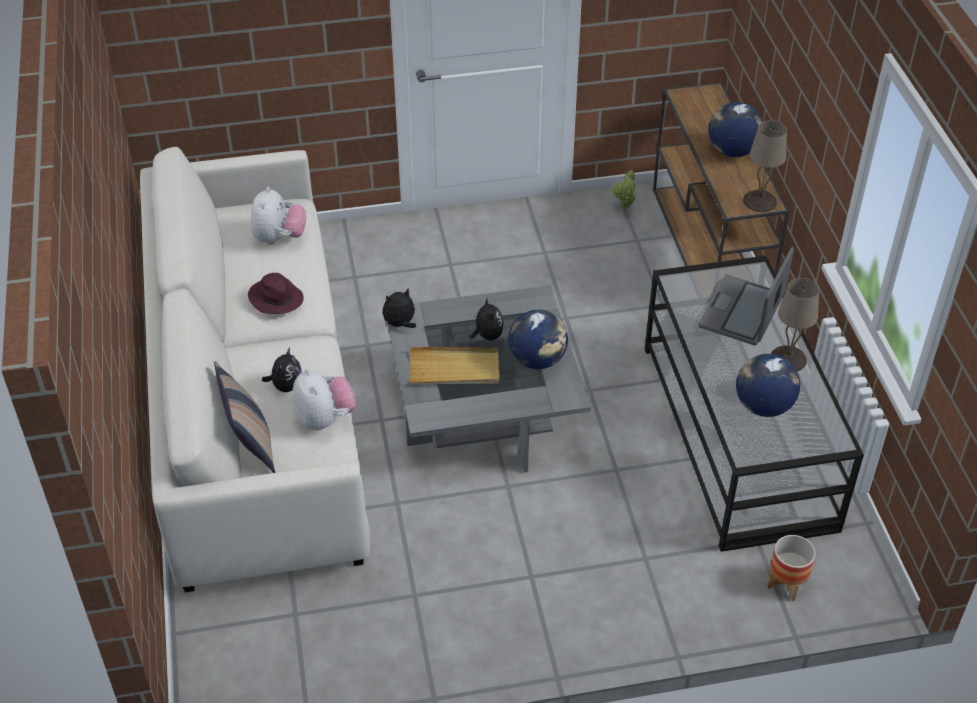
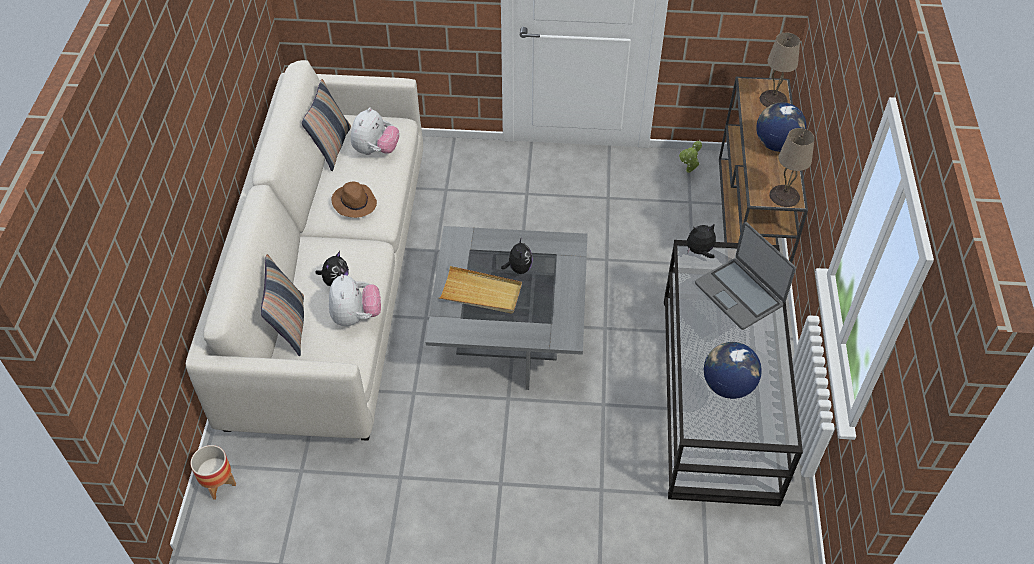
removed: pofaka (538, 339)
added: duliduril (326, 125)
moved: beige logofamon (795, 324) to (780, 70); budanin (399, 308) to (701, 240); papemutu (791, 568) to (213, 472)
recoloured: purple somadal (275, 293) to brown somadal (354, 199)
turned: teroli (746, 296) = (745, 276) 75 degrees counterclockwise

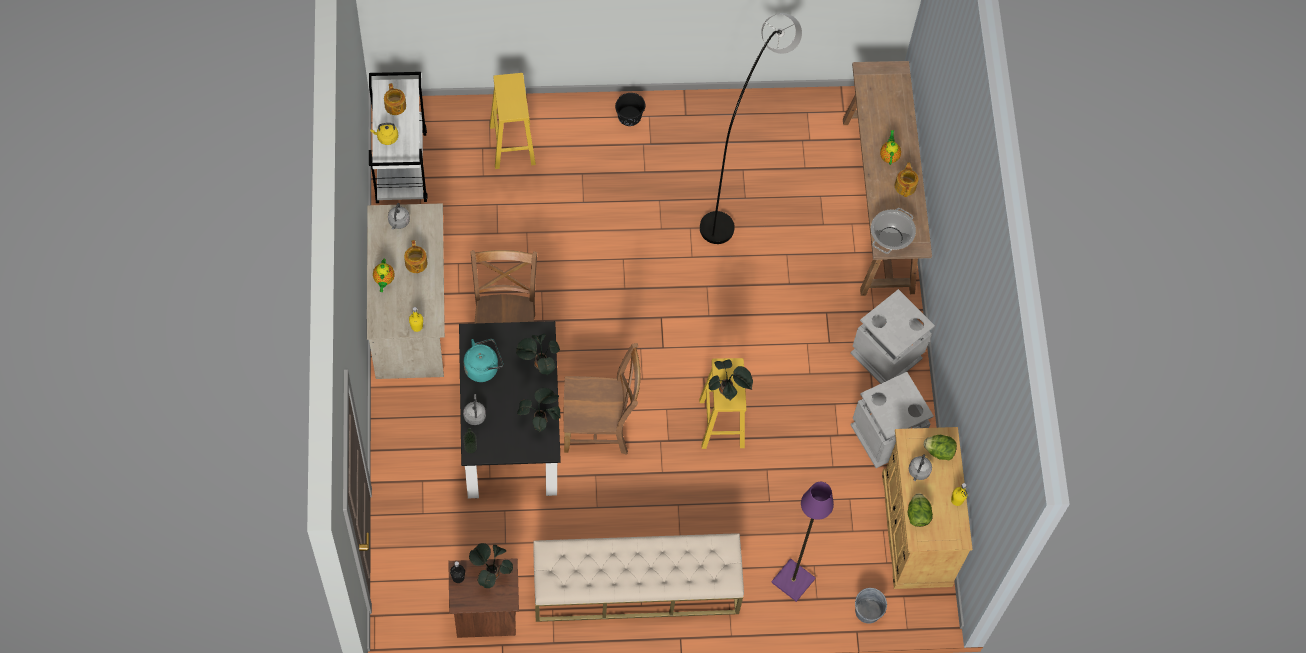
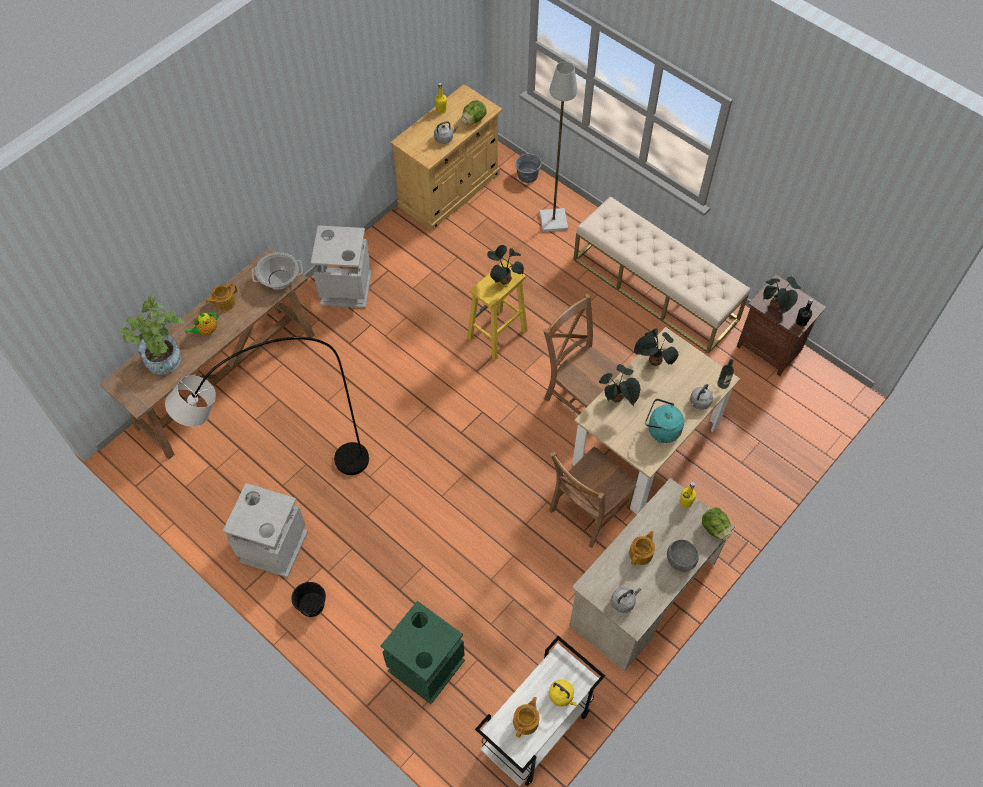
added: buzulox (152, 335)
moved: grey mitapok (892, 420) to (265, 530); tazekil (940, 447) to (716, 524)
replaced: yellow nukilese (513, 121) to green mitapok (423, 652); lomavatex (384, 275) to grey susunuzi (683, 556)
recoloured: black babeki (510, 410) to beige babeki (656, 420); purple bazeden (802, 542) to grey bazeden (558, 146)

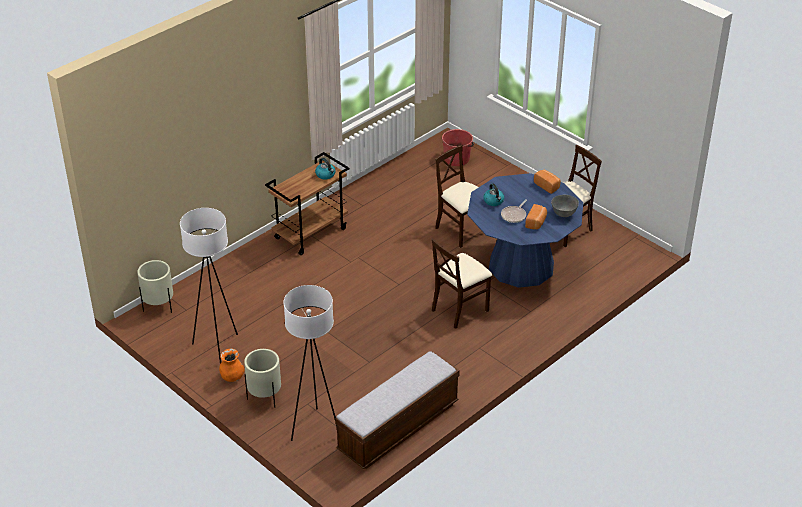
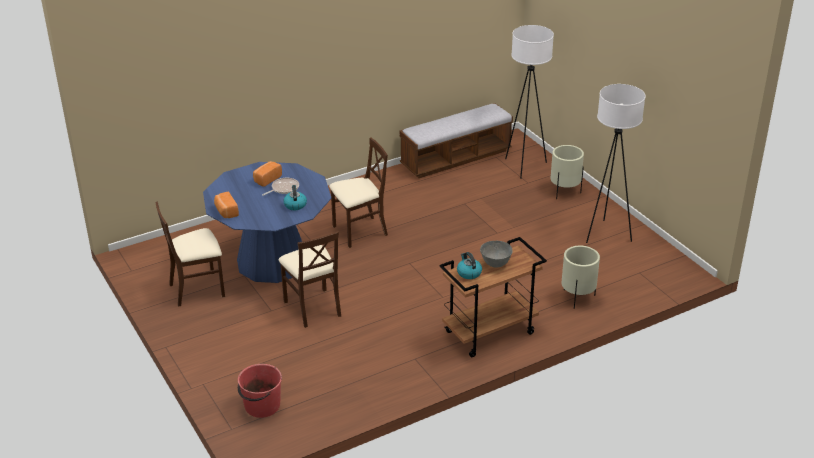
removed: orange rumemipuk (232, 365)
moved: grey susunuzi (565, 206) to (496, 254); beige papemutu (155, 286) to (581, 277)

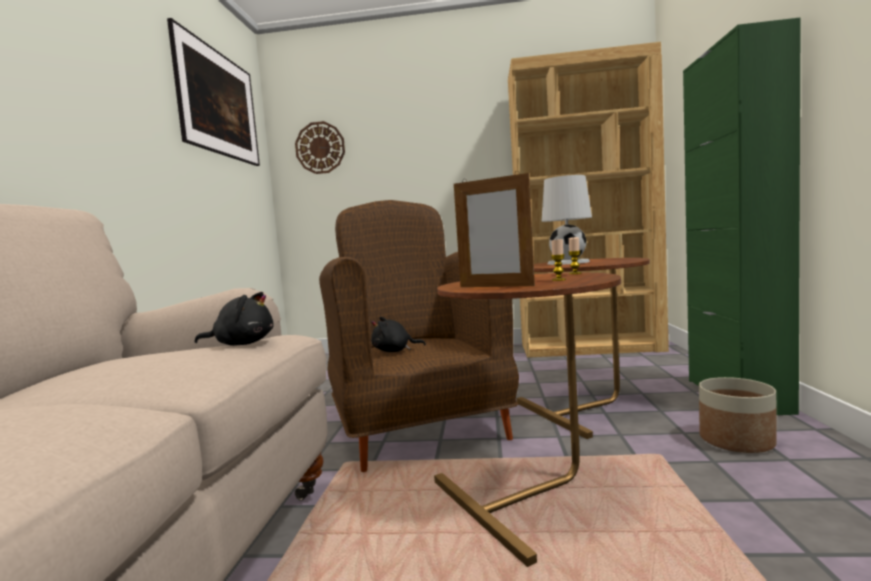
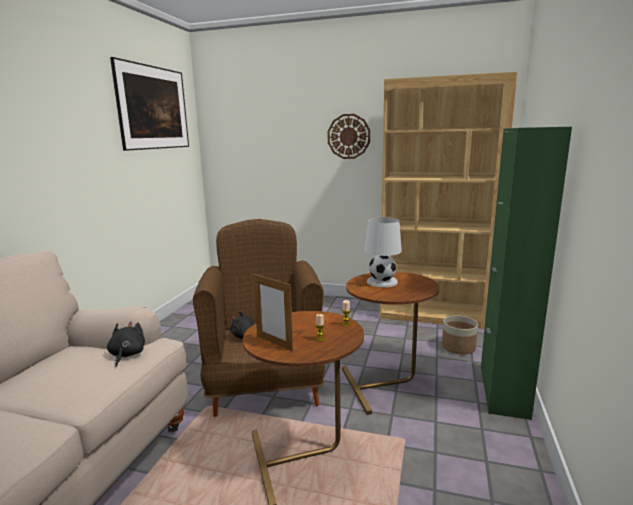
moved: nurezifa (320, 147) to (349, 136); papemutu (737, 415) to (460, 335)
turned: black budanin (234, 319) = (126, 344) 105 degrees counterclockwise

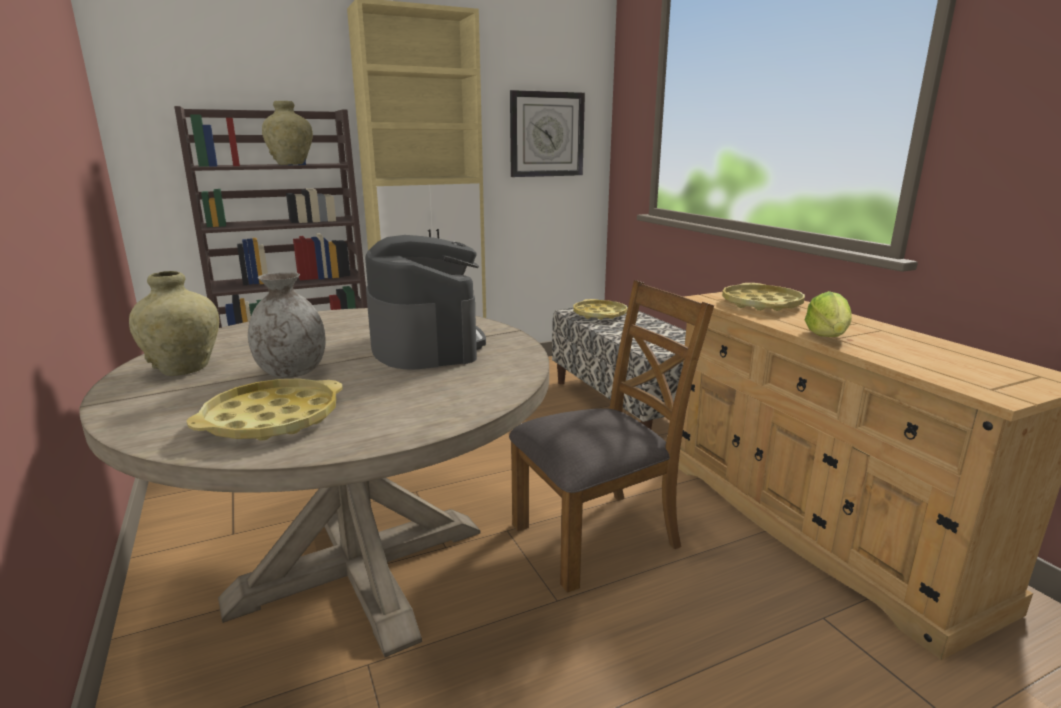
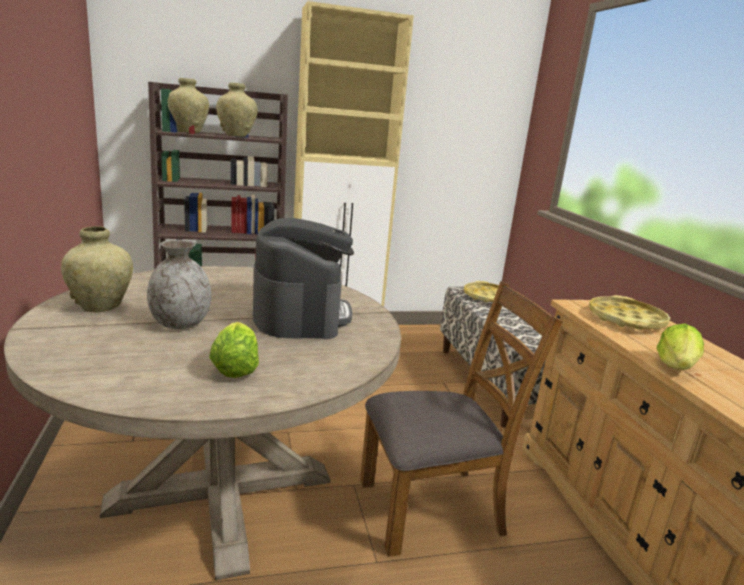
removed: nurezifa (547, 133); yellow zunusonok (265, 410)
added: beige rumemipuk (188, 105); tazekil (234, 350)

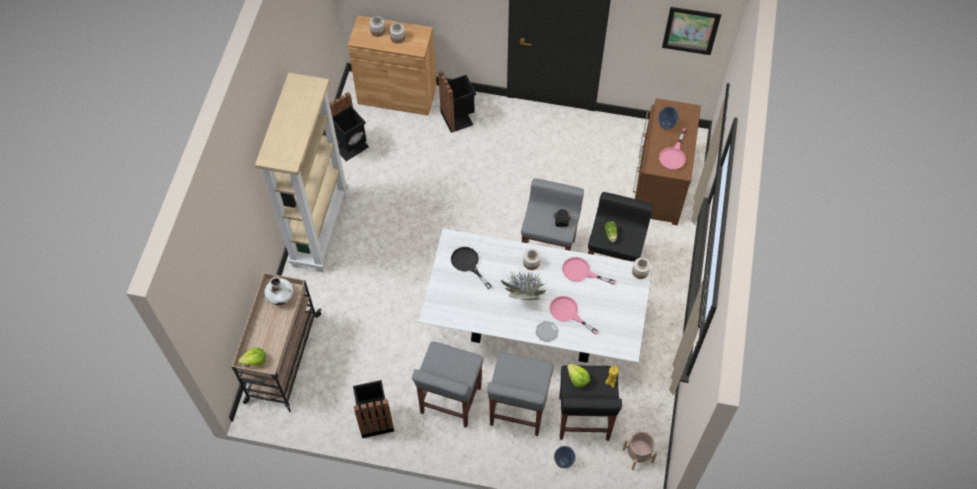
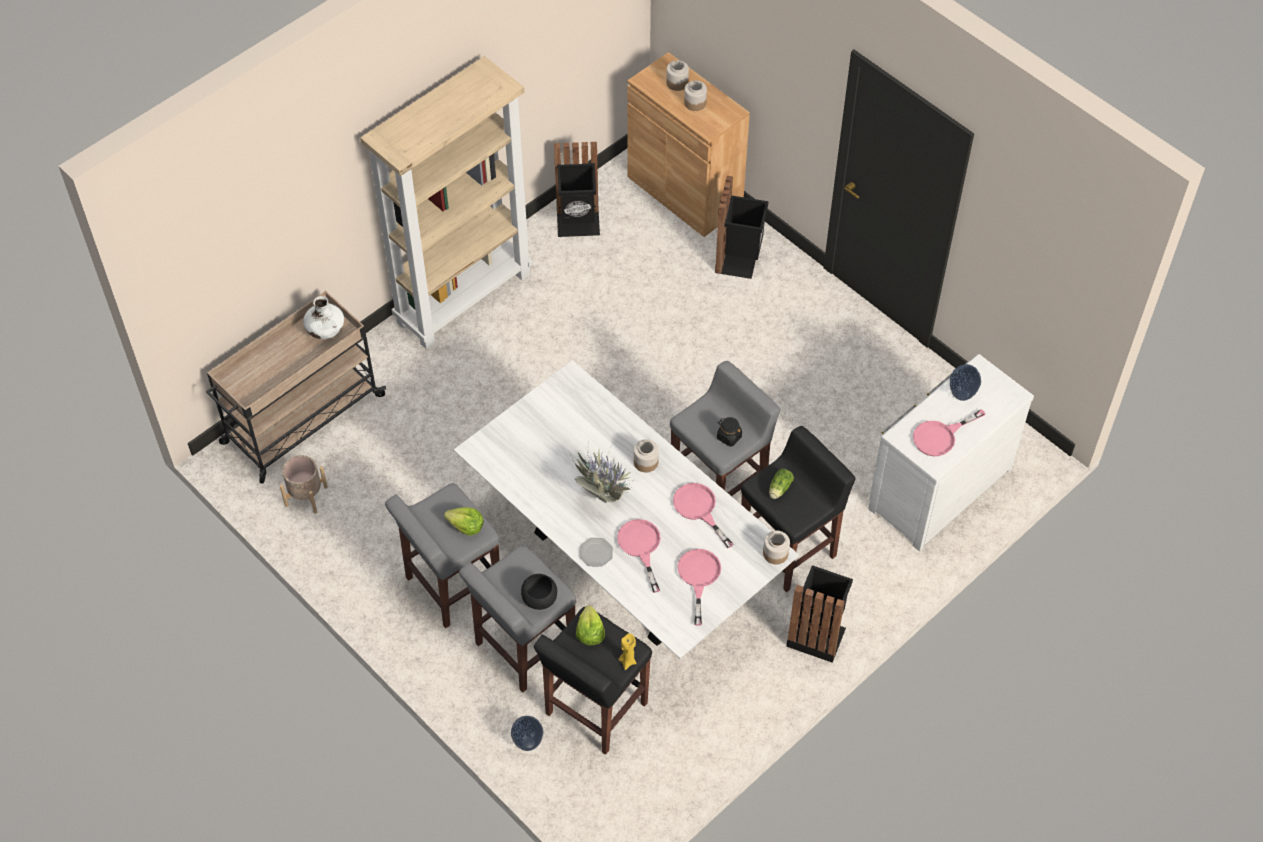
removed: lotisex (691, 31); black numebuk (471, 268)
added: pink numebuk (699, 587); black susunuzi (539, 592)
moved: tazekil (252, 357) to (464, 521); black mitapok (373, 409) to (819, 614); beige papemutu (640, 451) to (304, 484)
recoloured: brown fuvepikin (667, 161) to white fuvepikin (951, 452)

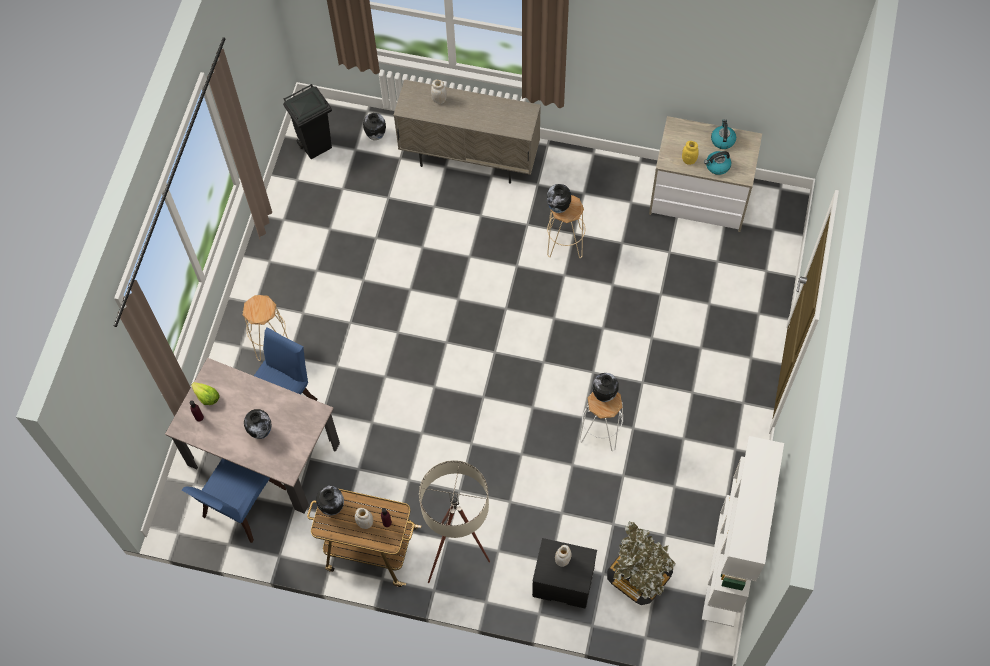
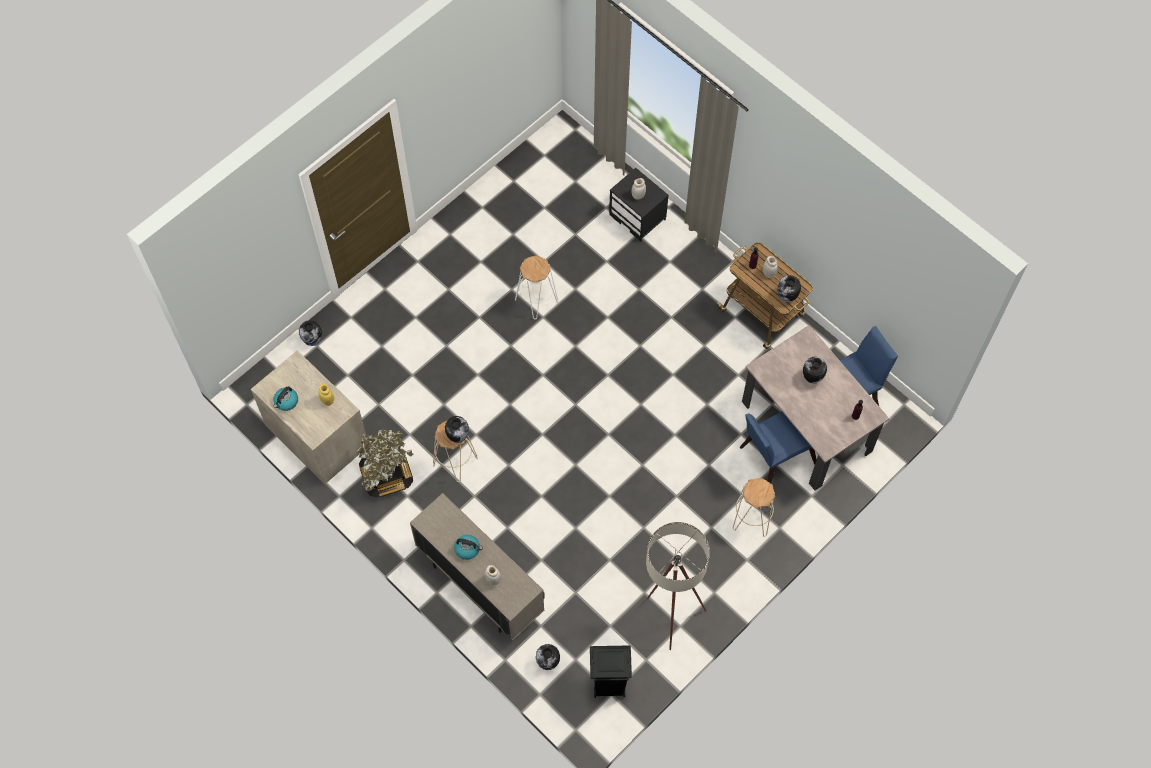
removed: tazekil (205, 393); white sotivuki (743, 531)
moved: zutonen (717, 163) to (468, 547); rumemipuk (605, 387) to (310, 333); beige bazeden (454, 521) to (678, 586); buzulox (641, 563) to (385, 463)

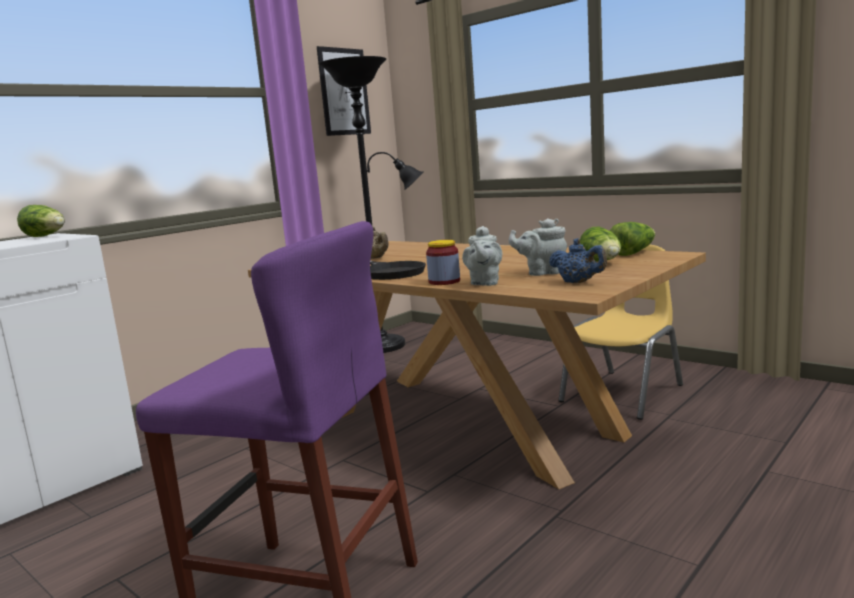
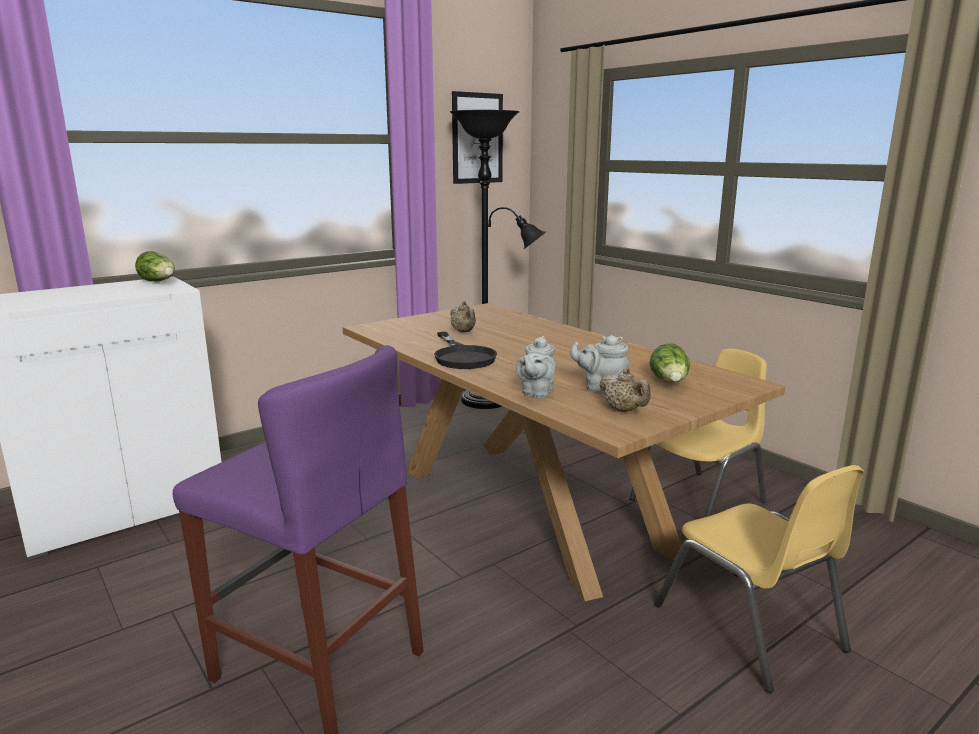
removed: tazekil (633, 239); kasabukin (443, 262)
added: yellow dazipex (759, 579)
recoloured: blue lomavatex (578, 260) to beige lomavatex (625, 389)

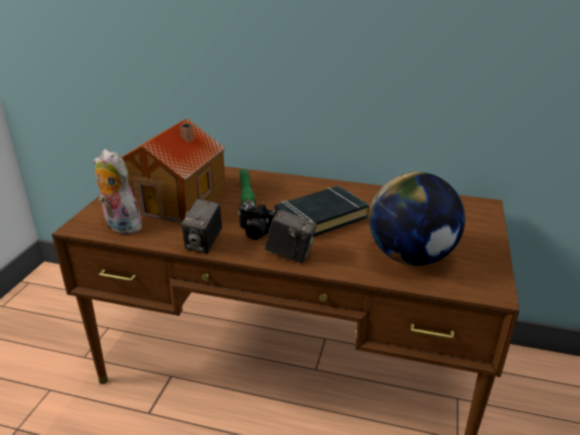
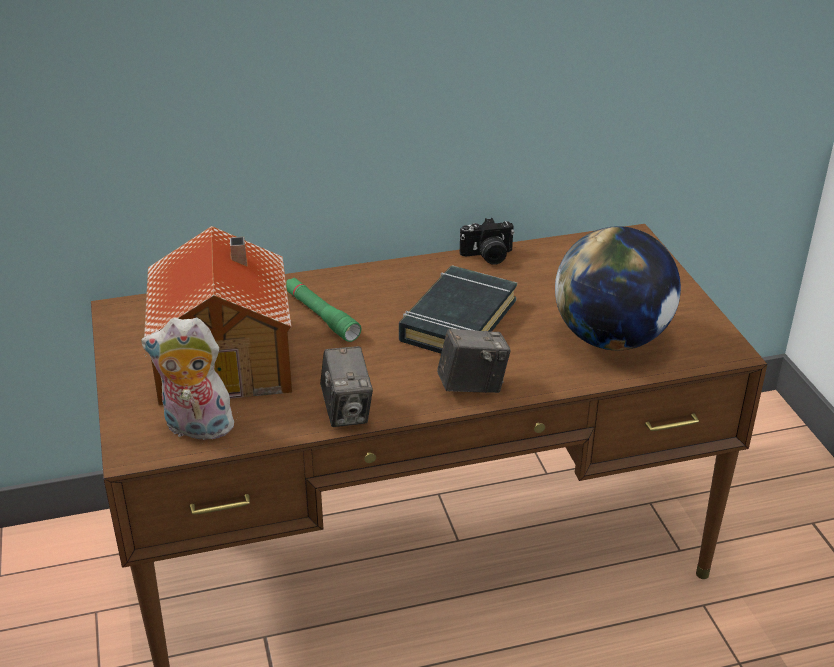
moved: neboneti (258, 222) to (487, 241)

